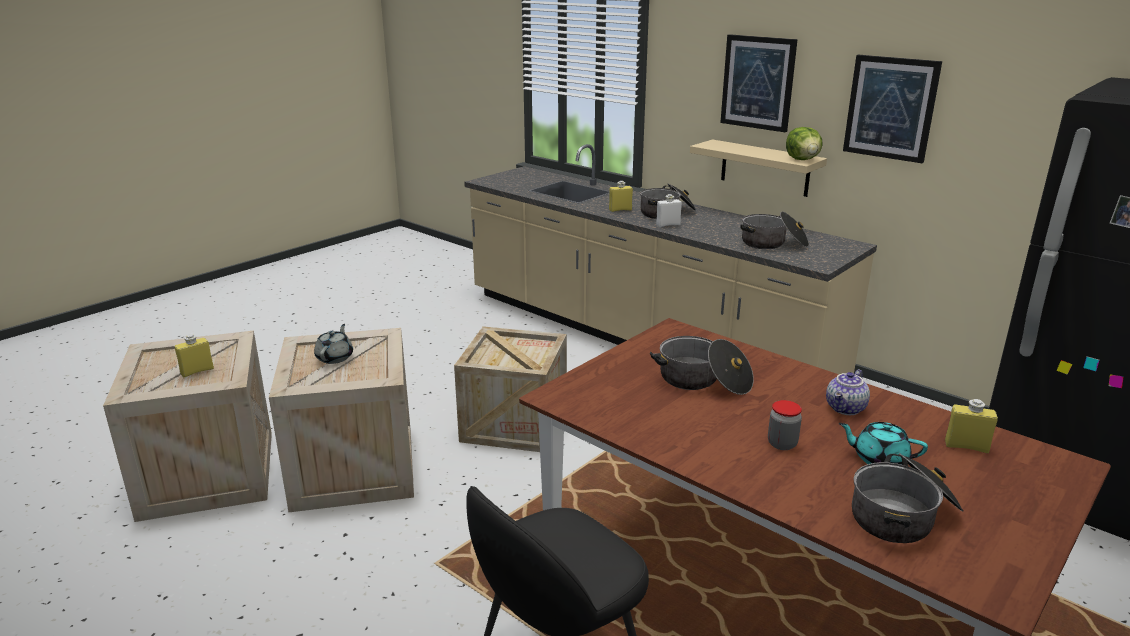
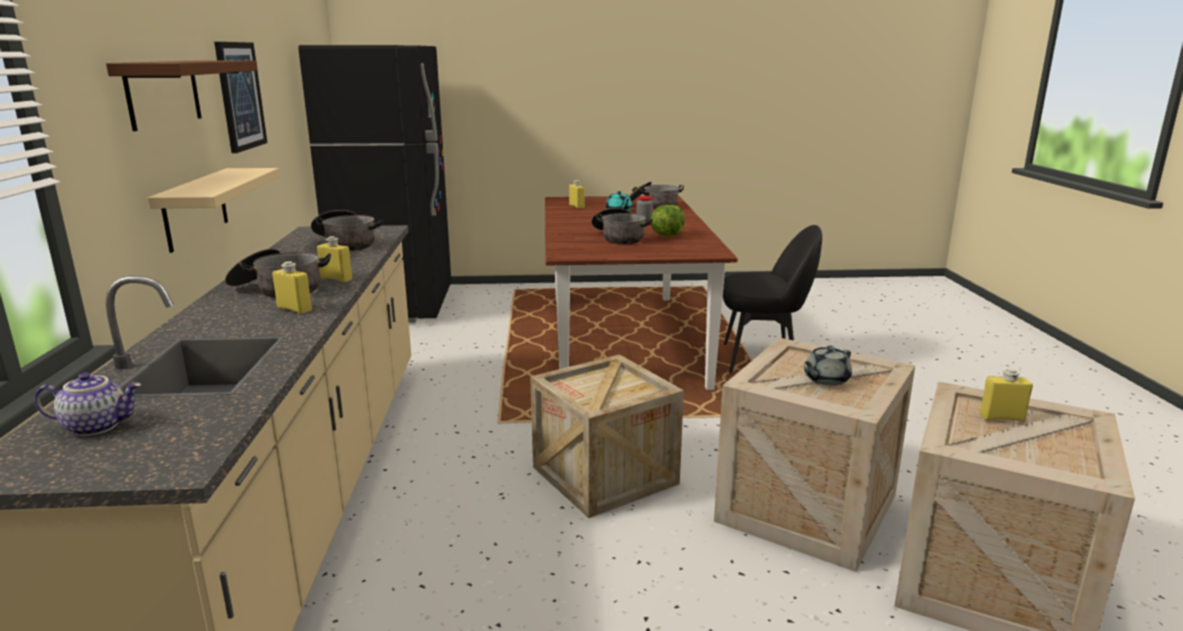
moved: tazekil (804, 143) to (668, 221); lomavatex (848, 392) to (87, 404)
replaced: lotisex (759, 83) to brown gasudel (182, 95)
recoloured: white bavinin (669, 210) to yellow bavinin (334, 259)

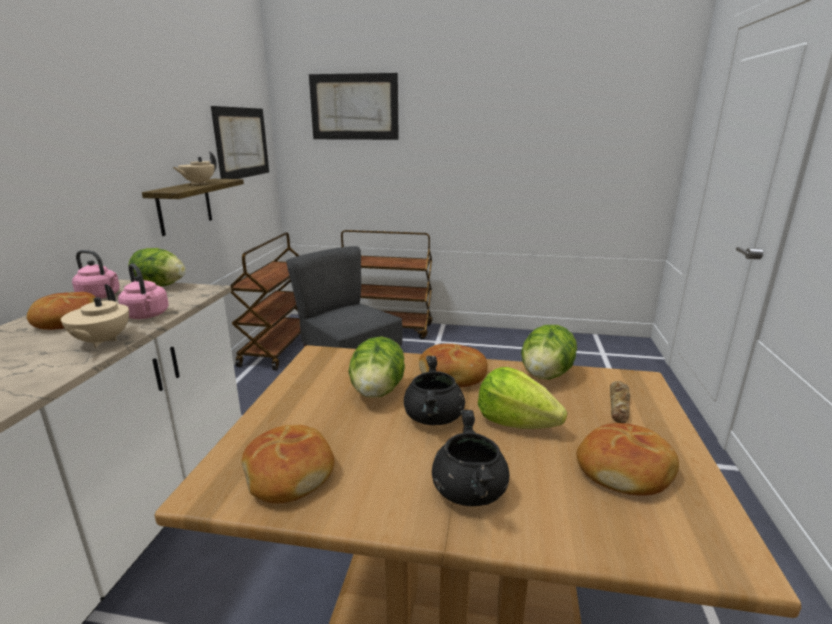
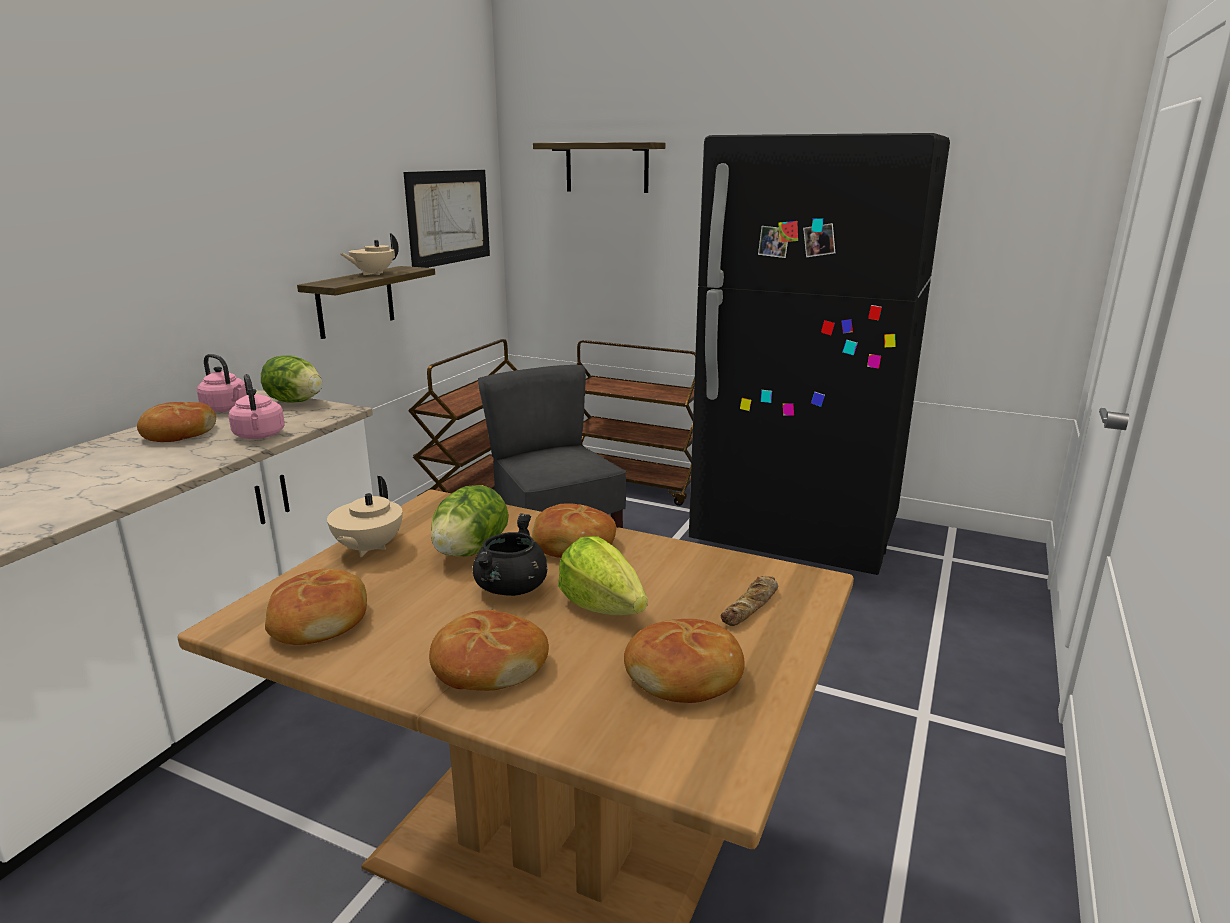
removed: tazekil (549, 352)
added: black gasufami (819, 354)
moved: beige lomavatex (95, 316) to (365, 516)
replaced: lotisex (354, 106) to gasudel (599, 167); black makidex (471, 458) to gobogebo (489, 650)

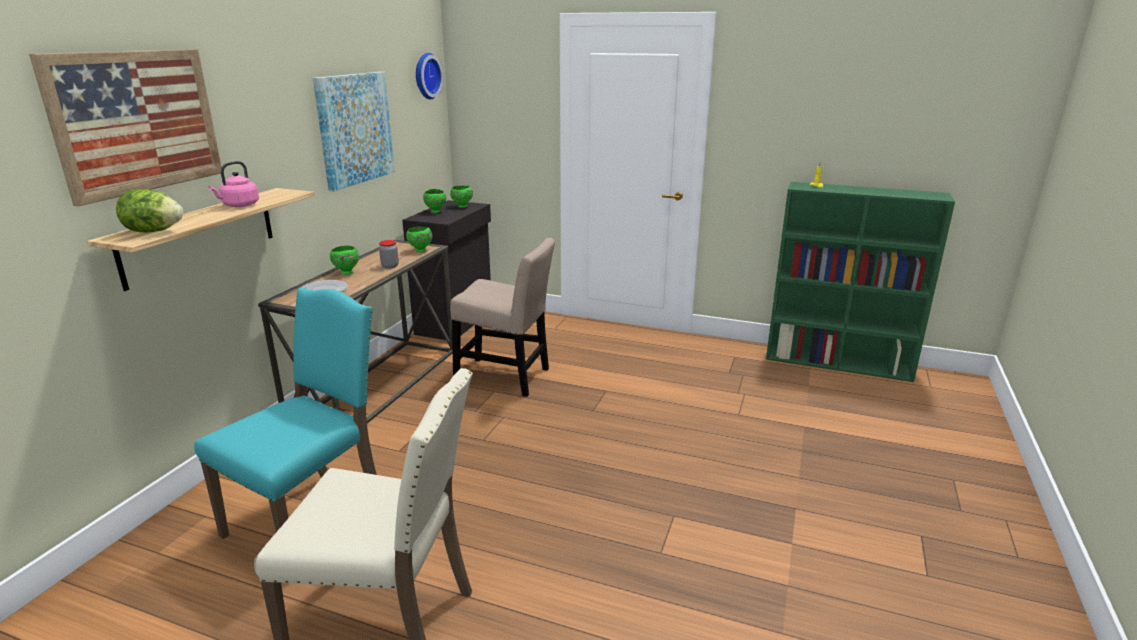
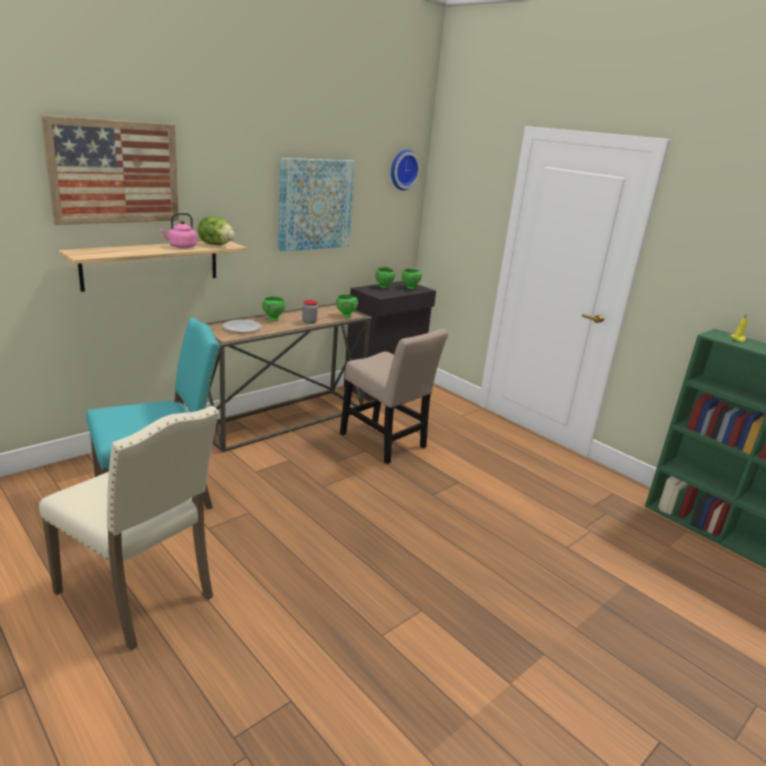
moved: tazekil (150, 211) to (216, 230)

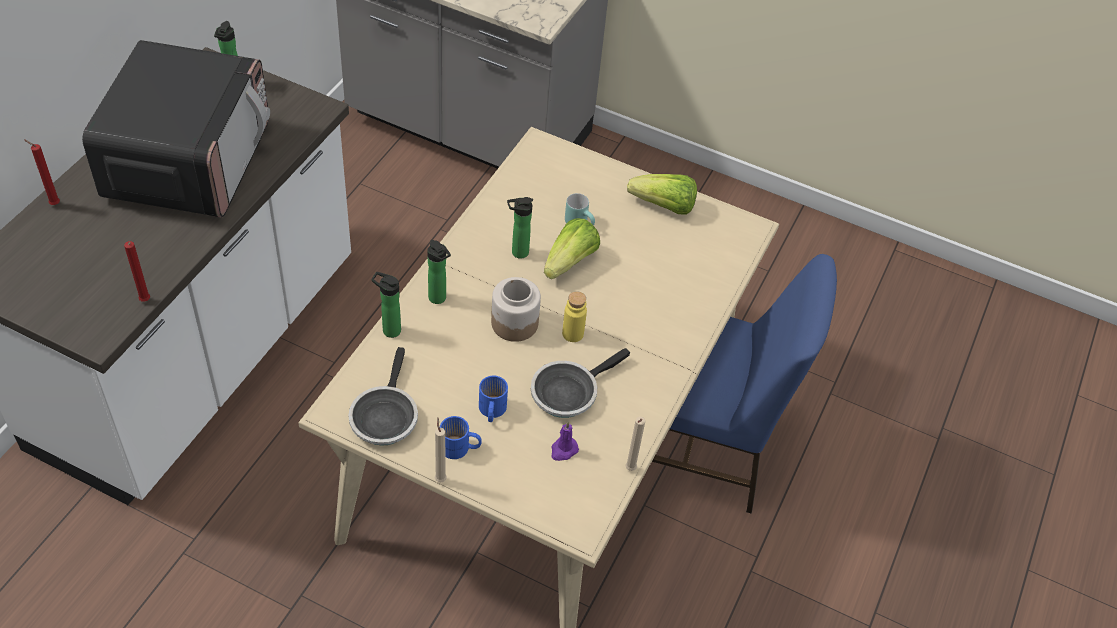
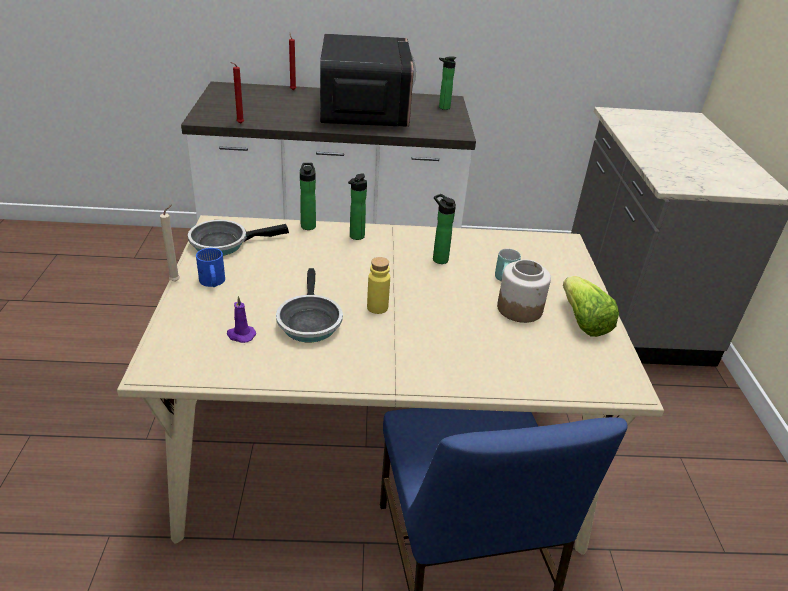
removed: tazekil (572, 248); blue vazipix (493, 399); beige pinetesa (635, 444)
moved: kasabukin (516, 309) to (524, 291)
turned: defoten (176, 129) = (368, 80) 75 degrees counterclockwise; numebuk (580, 383) = (309, 305) 120 degrees counterclockwise

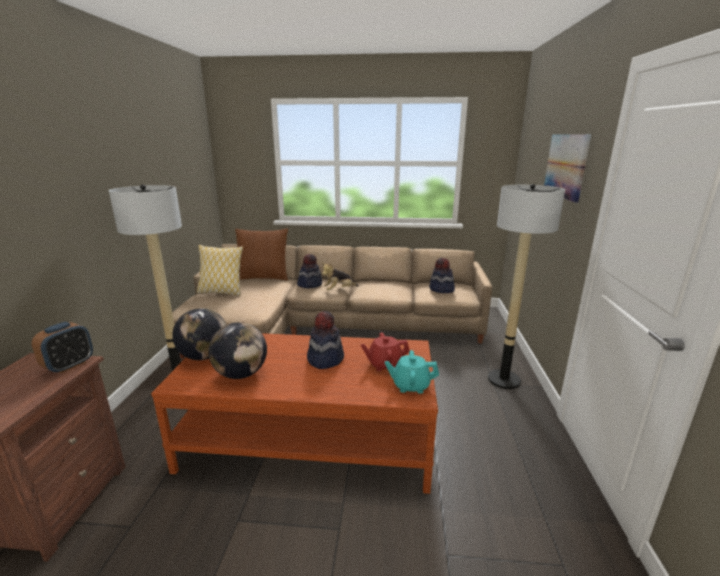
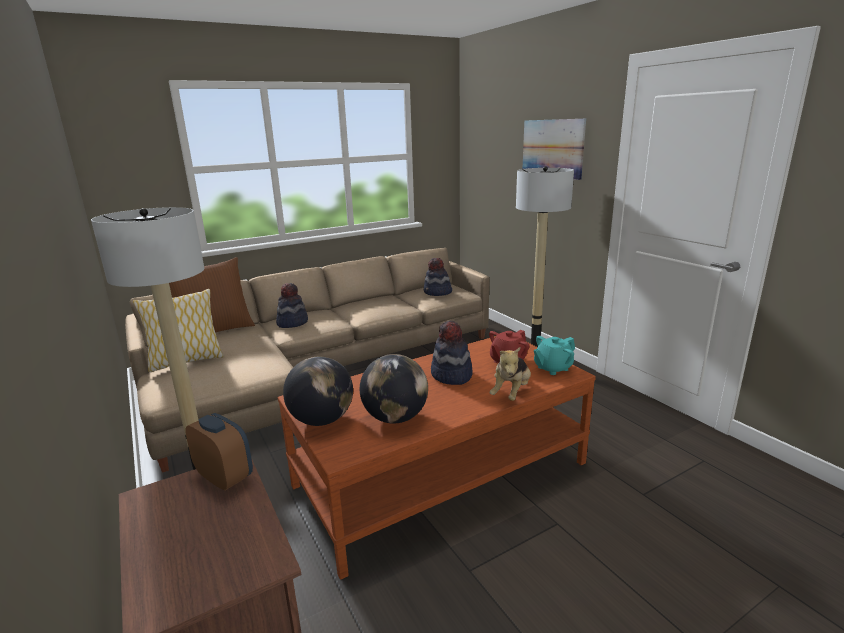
moved: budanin (340, 277) to (510, 374)
turned: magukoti (62, 347) = (219, 452) 45 degrees counterclockwise

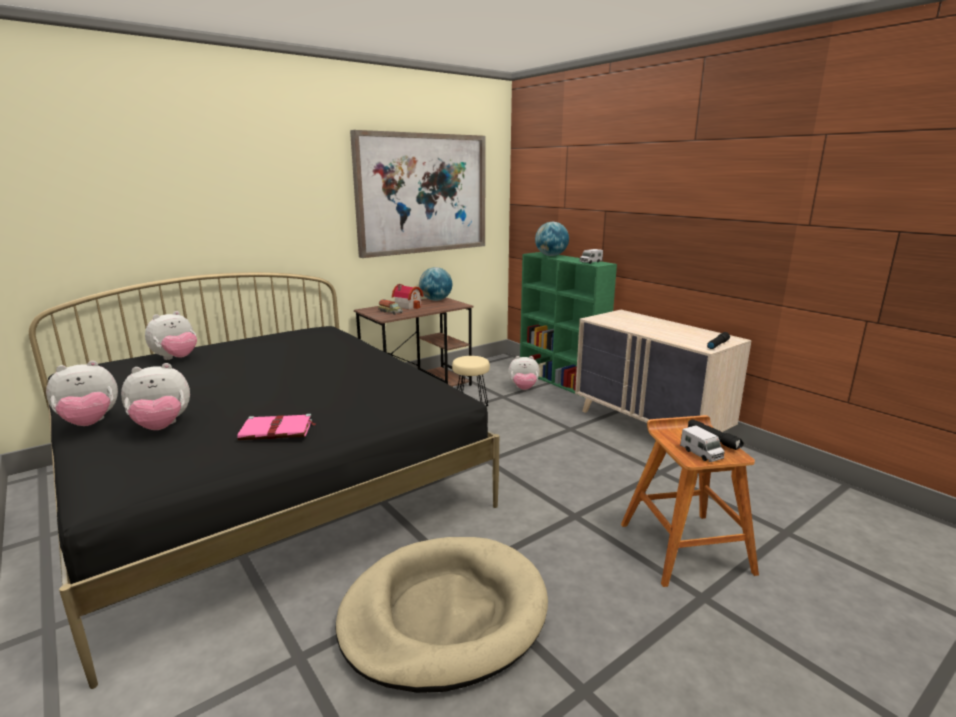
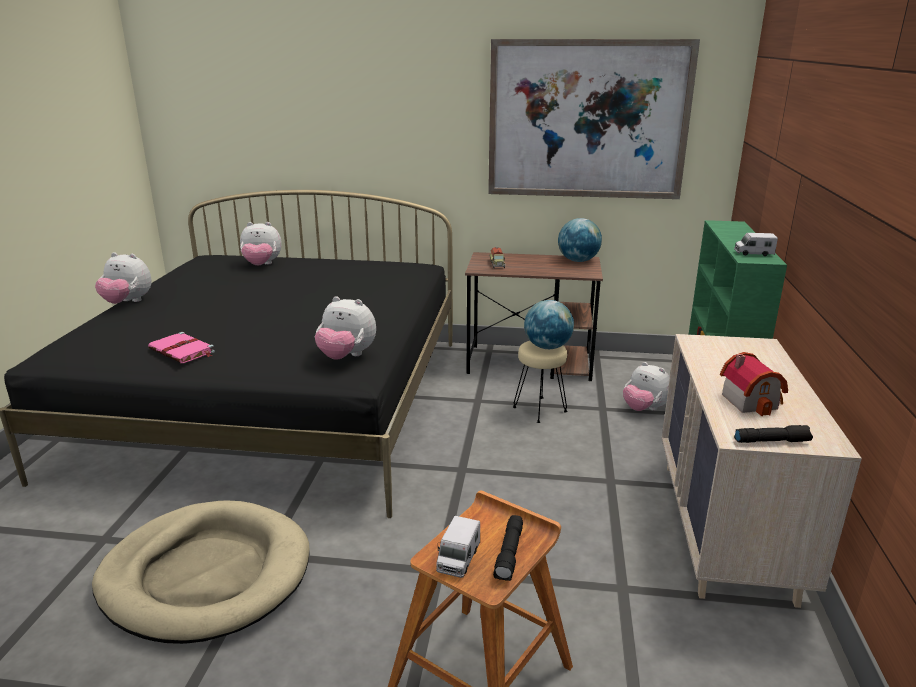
moved: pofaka (552, 239) to (549, 324); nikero (408, 297) to (754, 384); budanin (155, 396) to (345, 328)

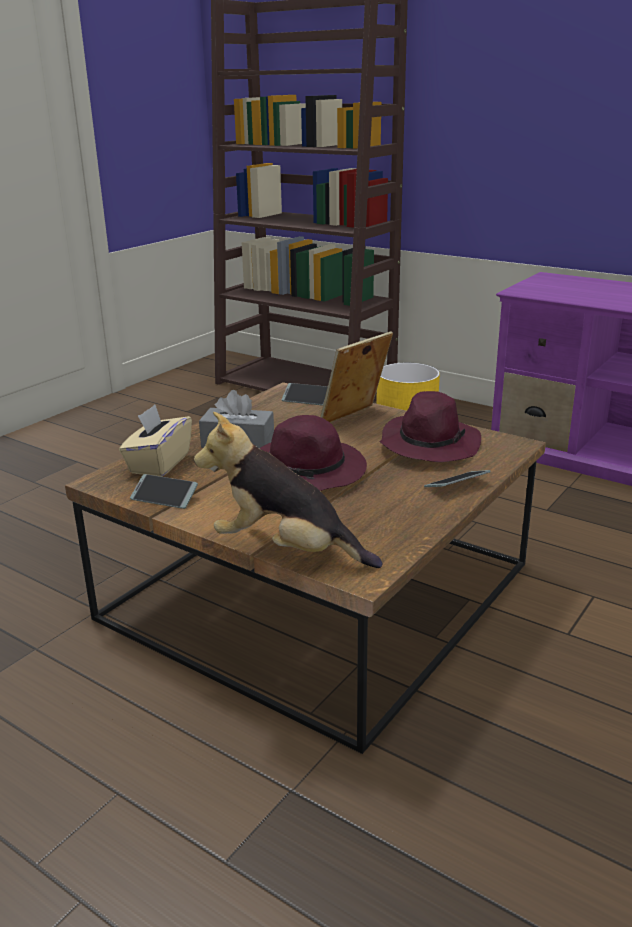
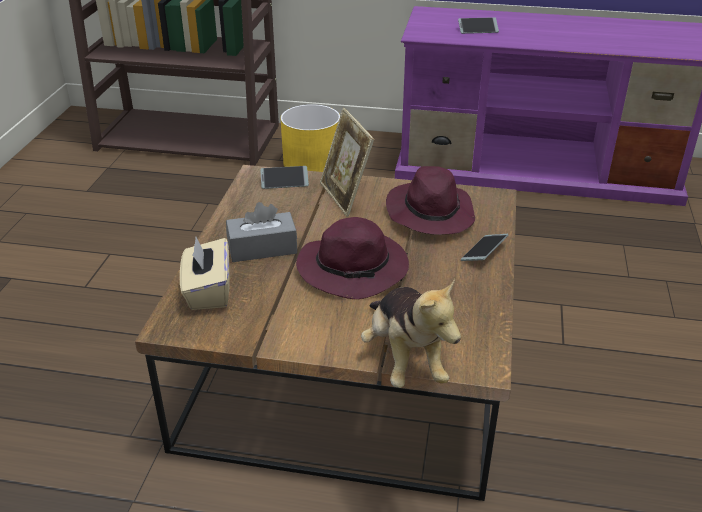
moved: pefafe (164, 491) to (478, 25)
turned: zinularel (356, 376) = (347, 162) 45 degrees counterclockwise; budanin (288, 490) = (411, 333) 105 degrees counterclockwise

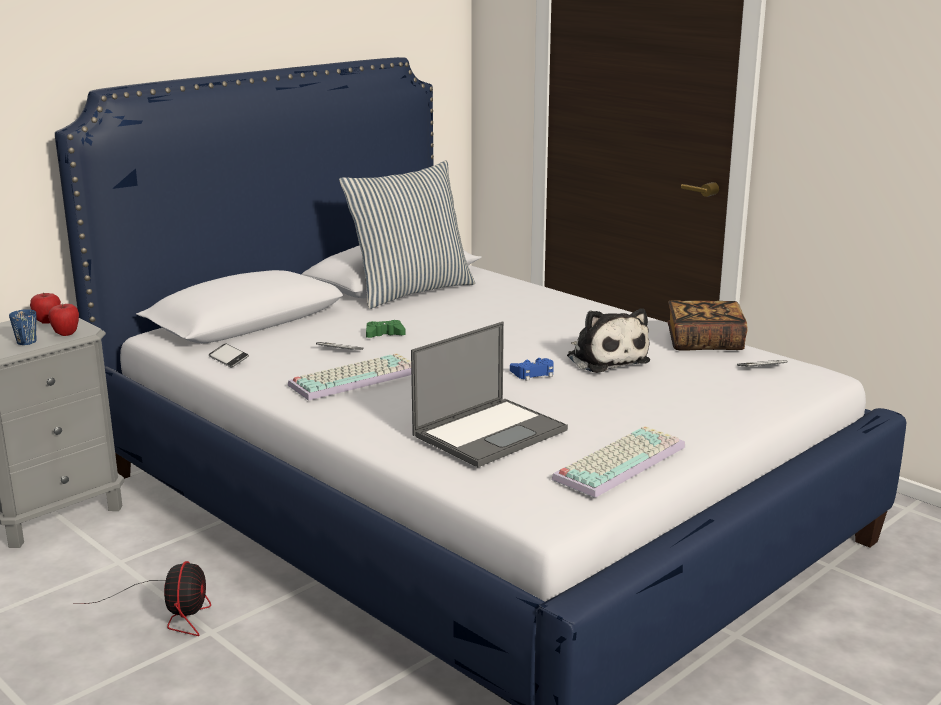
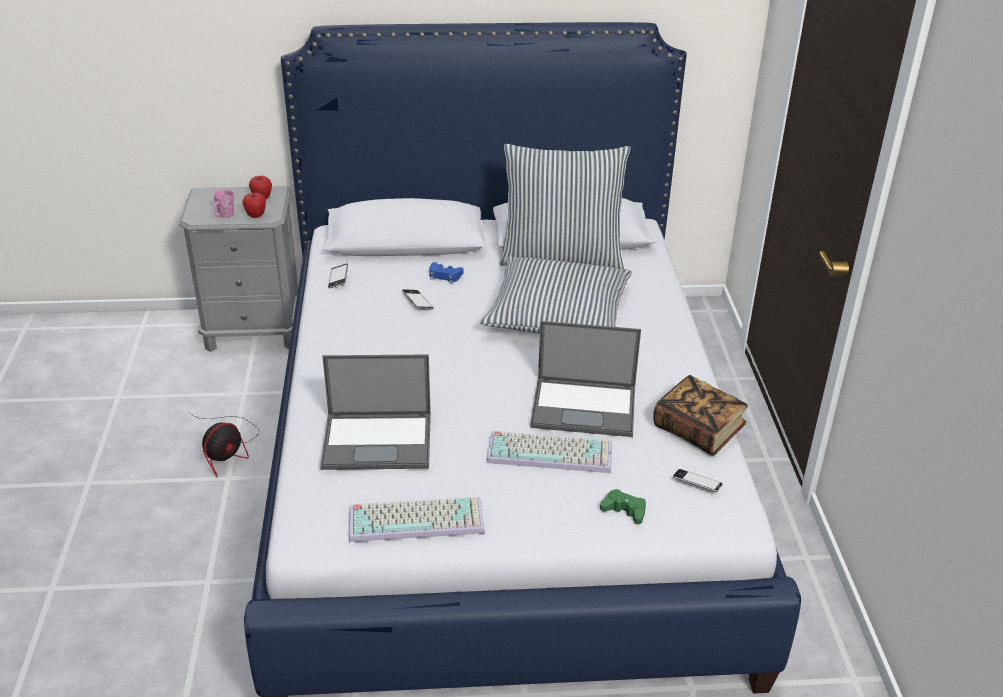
added: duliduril (556, 295)
moved: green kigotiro (385, 329) to (623, 506); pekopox (349, 377) to (549, 452); blue kigotiro (532, 369) to (446, 273)
replaced: budanin (608, 340) to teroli (585, 379)
recoloured: blue vazipix (22, 327) to pink vazipix (223, 203)

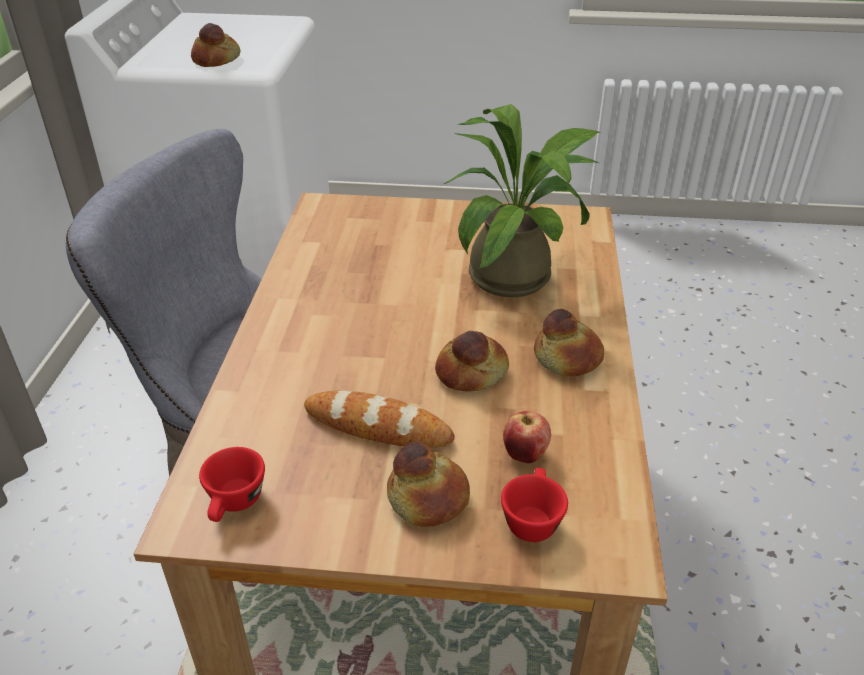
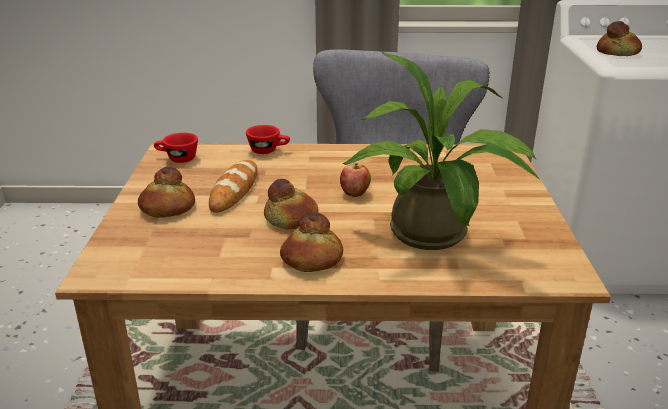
moved: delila (527, 437) to (355, 180); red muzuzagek (534, 505) to (268, 139)

